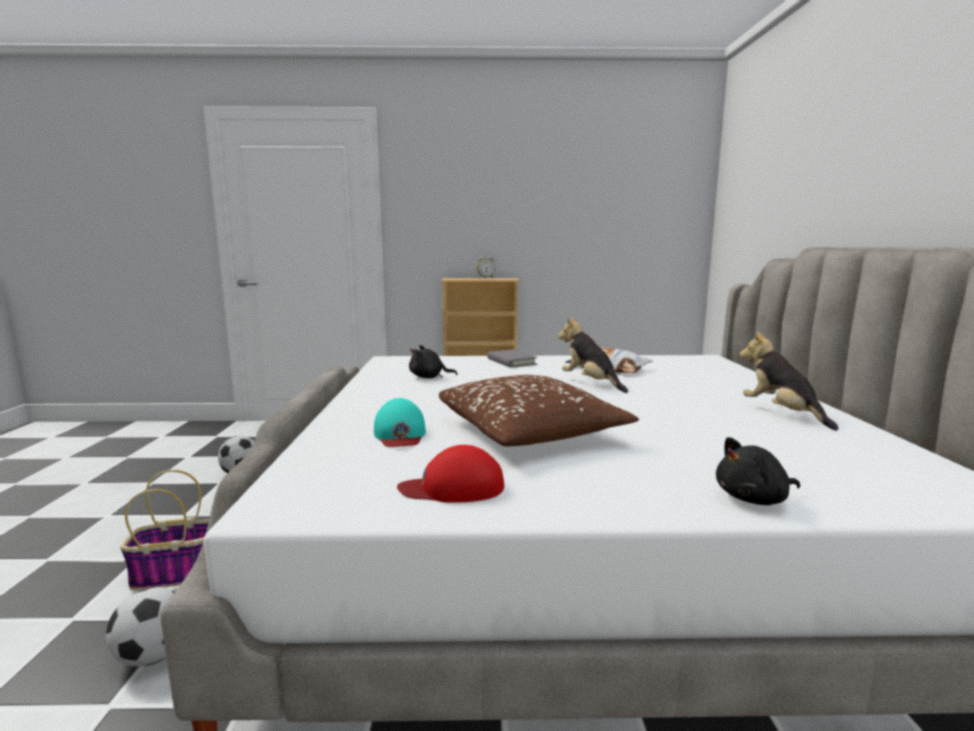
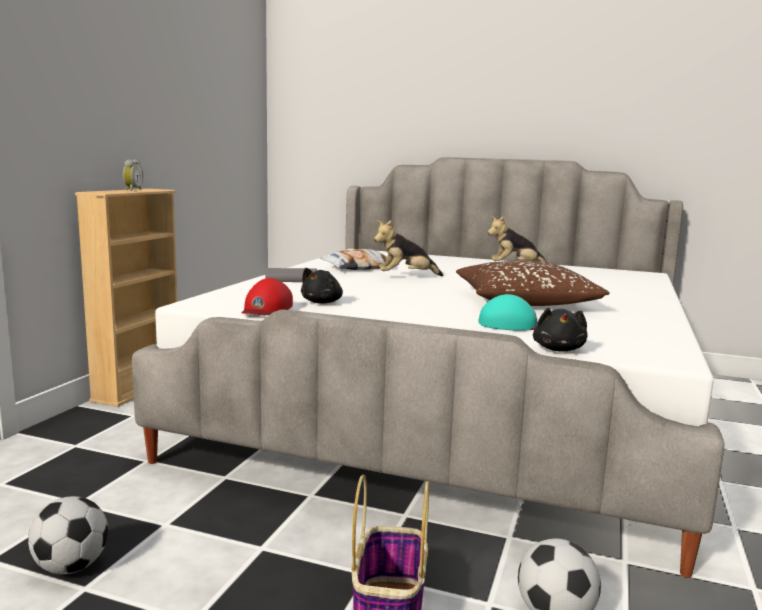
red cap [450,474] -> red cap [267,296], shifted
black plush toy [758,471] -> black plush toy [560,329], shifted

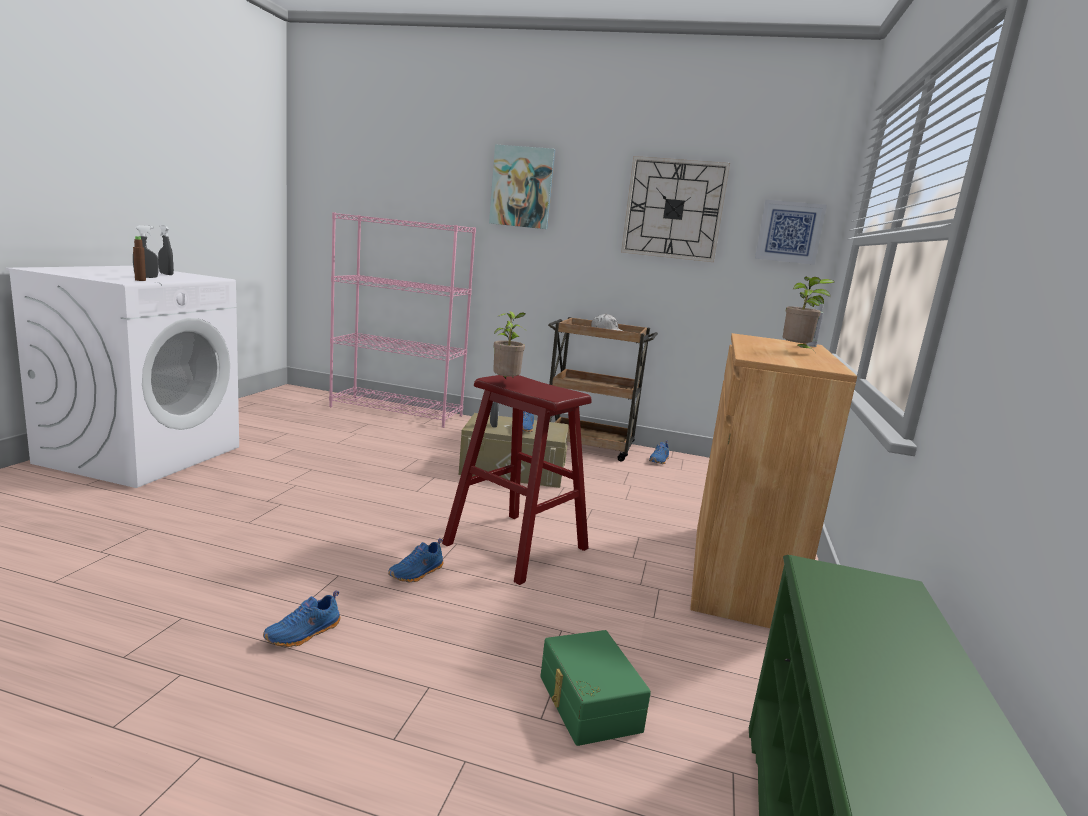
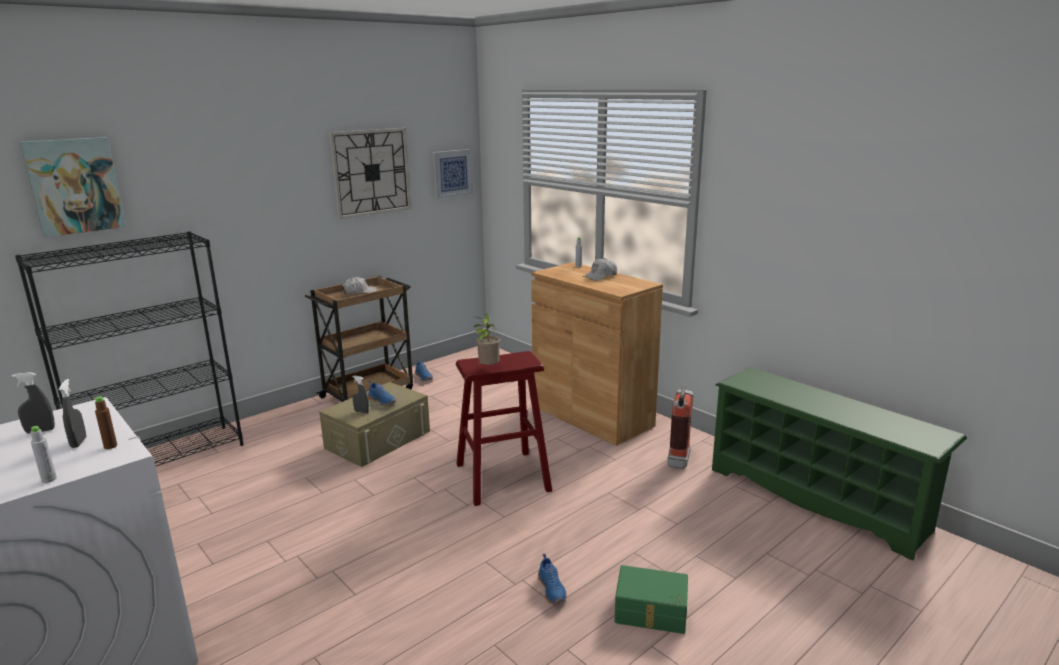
pink bookcase [402,320] -> black bookcase [129,348]
blue shoe [415,560] -> none
picture [522,186] -> picture [73,187], shifted
green storage box [595,688] -> green storage box [651,599], shifted
potted plant [809,314] -> white cap [600,269]
none -> grey bottle [43,454]
none -> fire extinguisher [680,427]

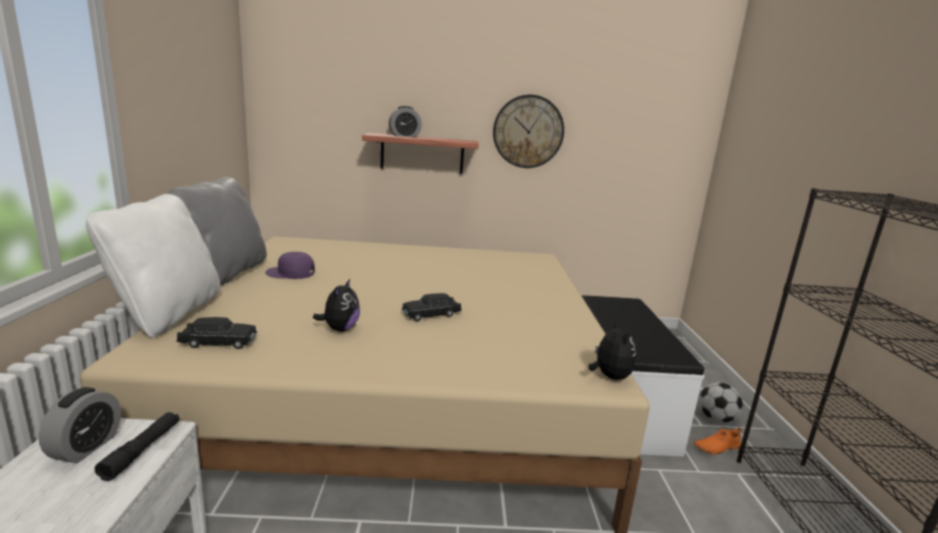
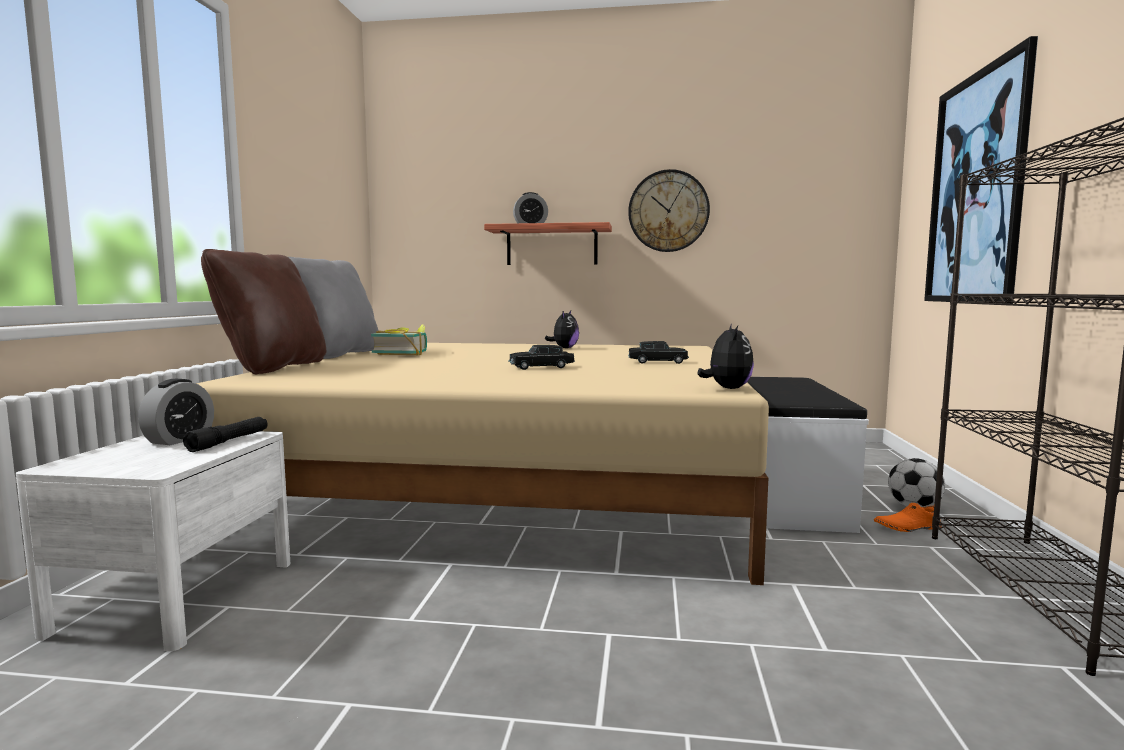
white pillow [153,266] -> brown pillow [264,312]
black toy car [217,333] -> black toy car [658,352], shifted
purple cap [290,265] -> book [399,340]
plush toy [336,305] -> plush toy [562,329], shifted
none -> picture [981,170]

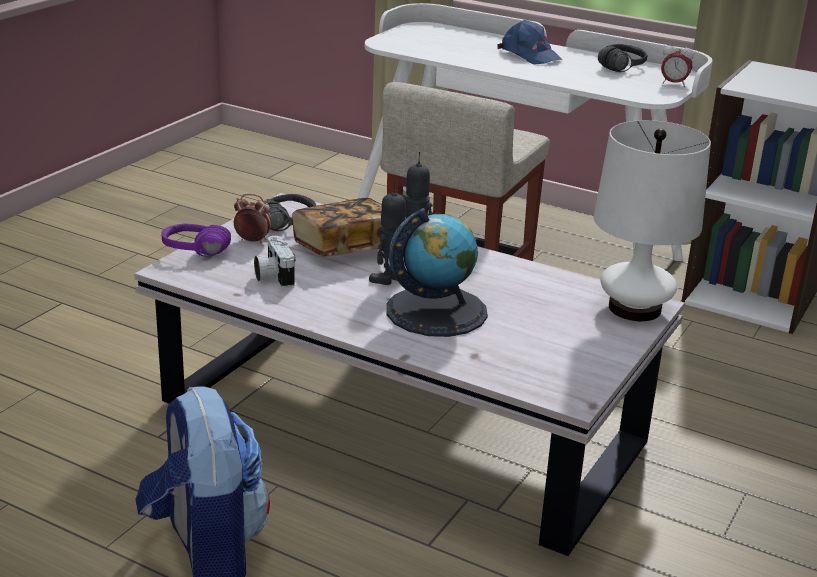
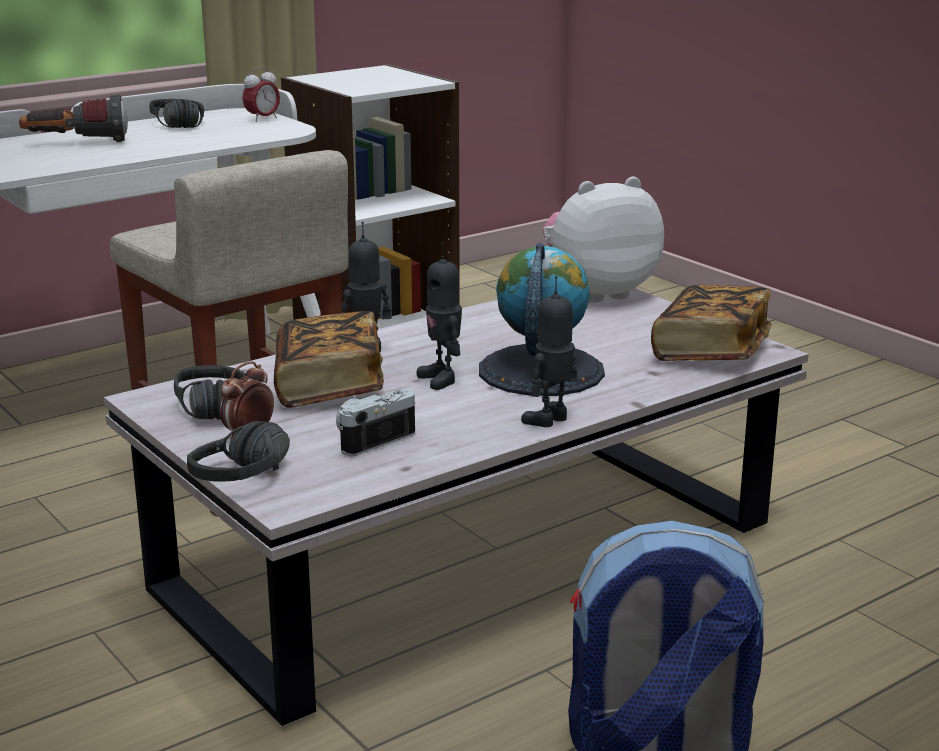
purple headphones [196,240] -> black headphones [238,451]
photo camera [274,262] -> photo camera [375,423], 135 degrees clockwise
blue cap [529,42] -> flashlight [73,118]
white table lamp [652,220] -> plush toy [603,239]
none -> toy robot [549,351]
none -> book [711,323]

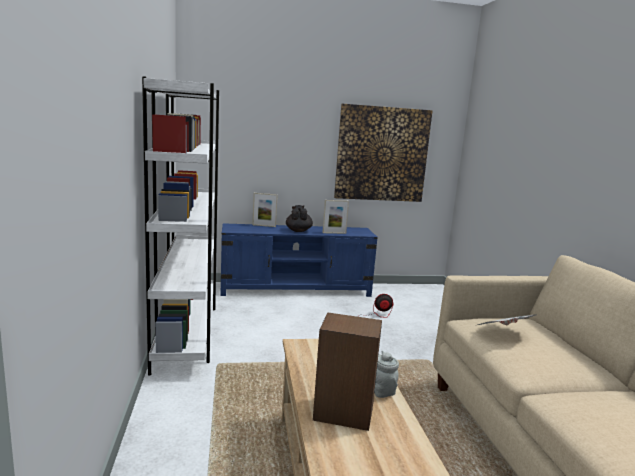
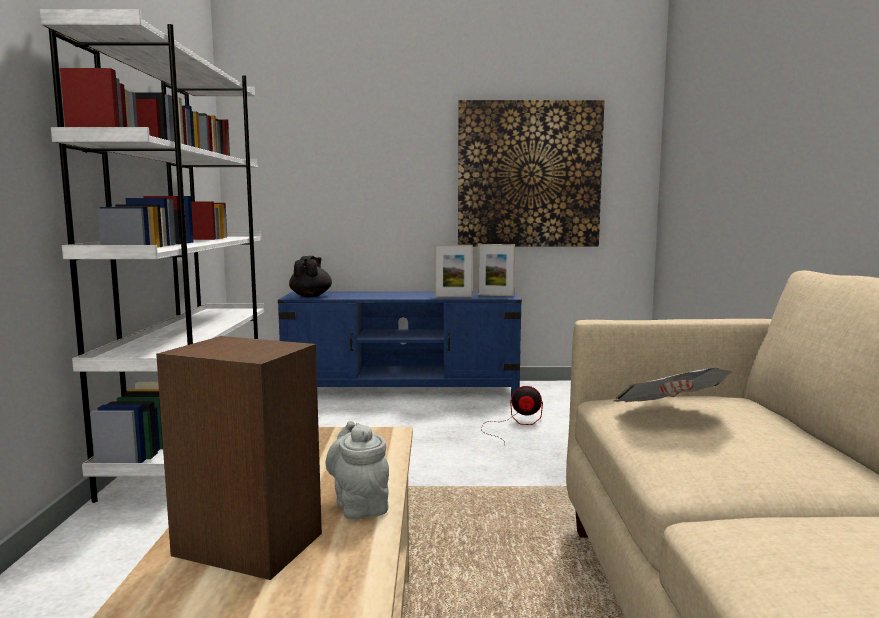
picture frame [265,210] -> picture frame [496,270], shifted
black teapot [299,218] -> black teapot [310,276], shifted

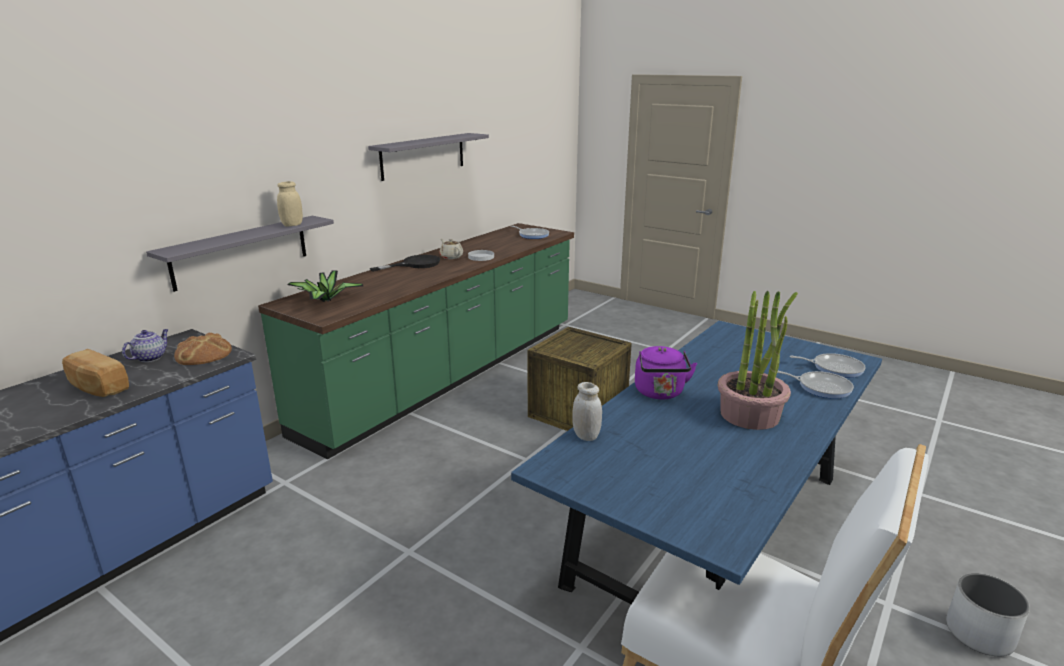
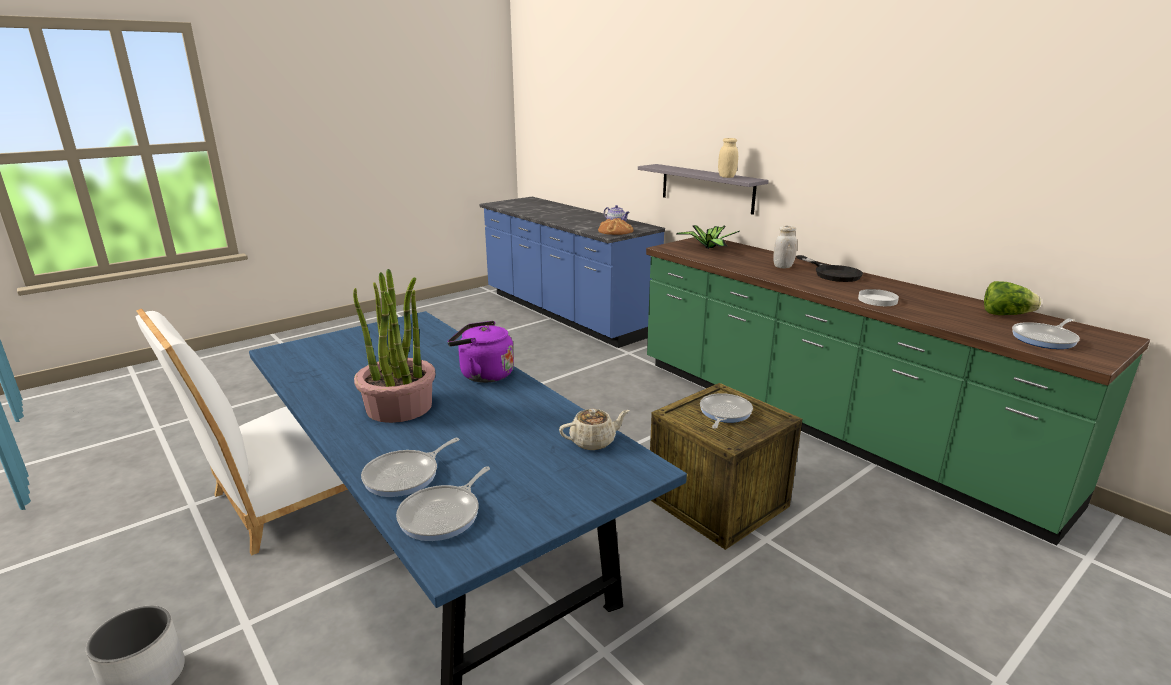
bread [95,373] -> none
grey shelf [428,157] -> none
beige teapot [451,249] -> beige teapot [594,429], shifted
white jar [587,411] -> white jar [785,247], shifted
none -> frying pan [726,411]
none -> lettuce [1012,298]

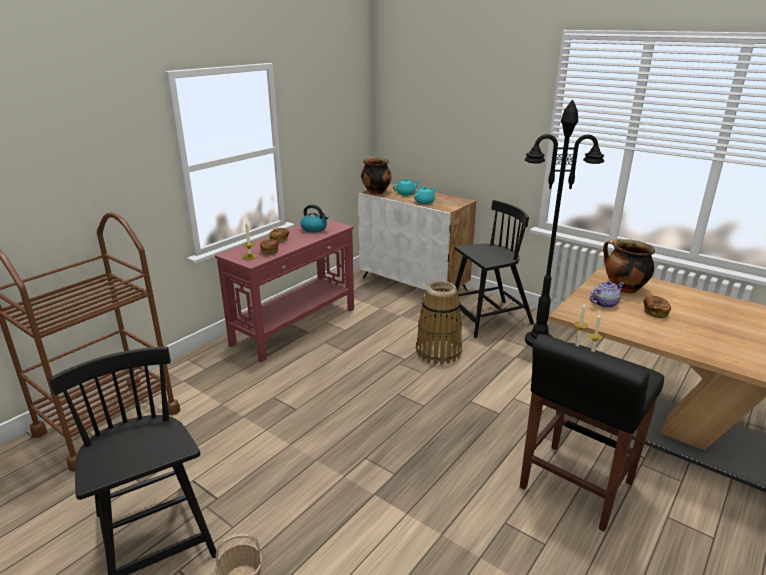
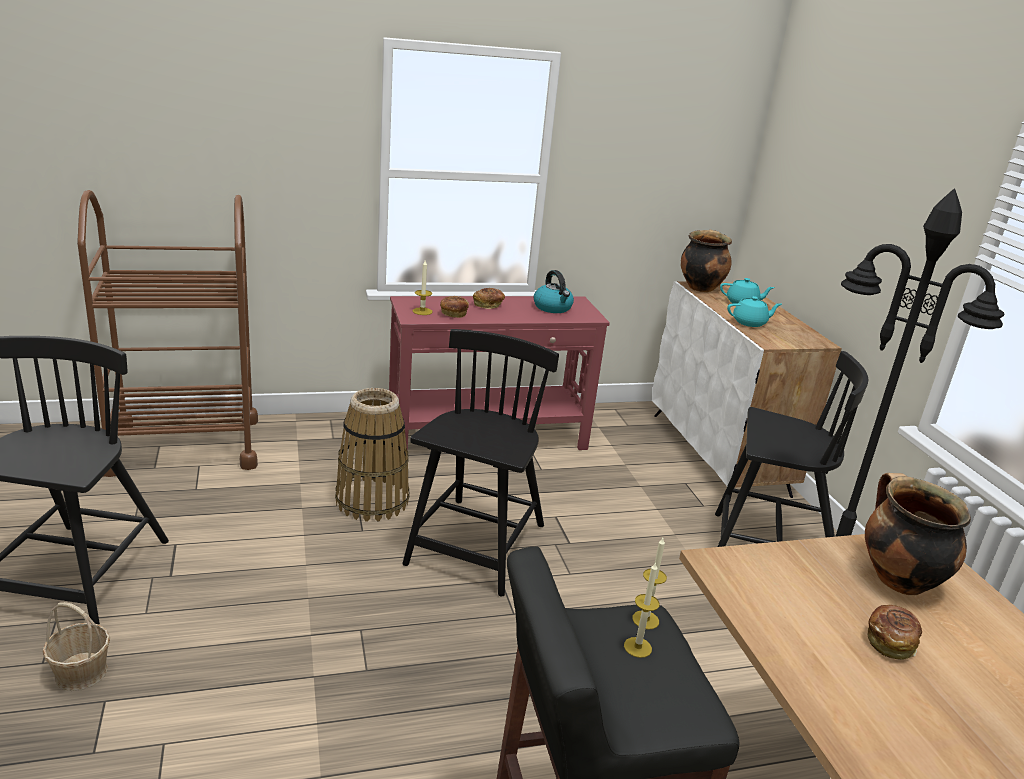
basket [439,323] -> basket [372,455], shifted
teapot [607,294] -> none
none -> black chair [480,463]

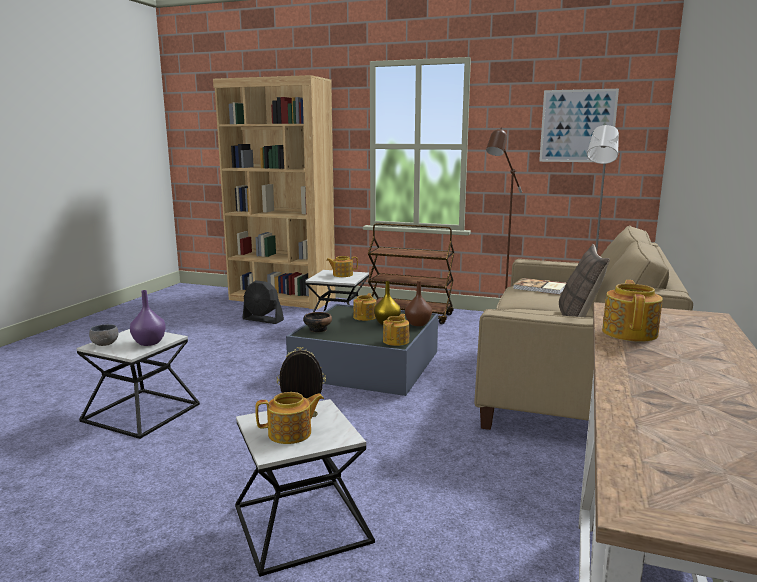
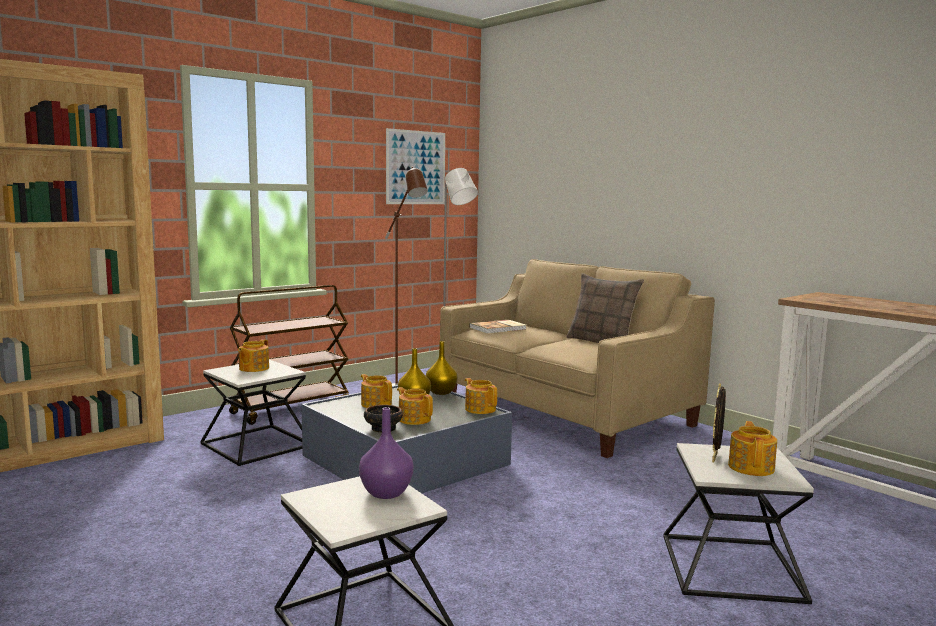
grey bowl [104,335] -> none
black fan [263,302] -> none
brown vase [418,303] -> yellow vase [442,368]
teapot [632,311] -> teapot [415,406], shifted

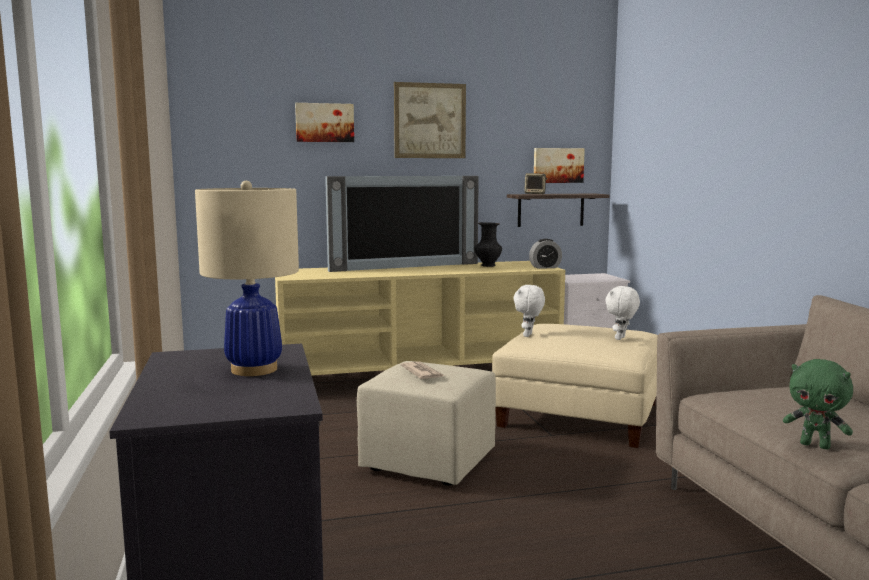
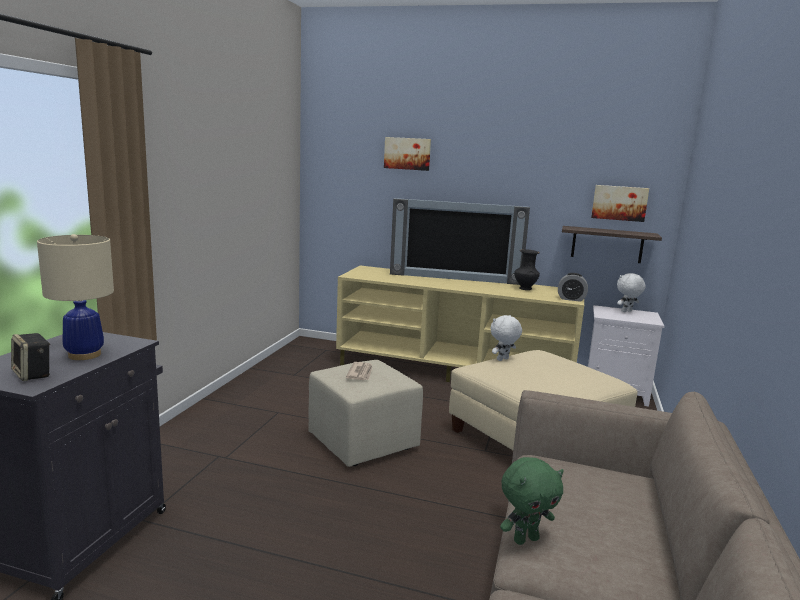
picture [430,120] -> none
speaker [536,183] -> speaker [30,357], shifted
white plush toy [622,313] -> white plush toy [631,292], shifted
green plush toy [818,404] -> green plush toy [532,501], 90 degrees counterclockwise

